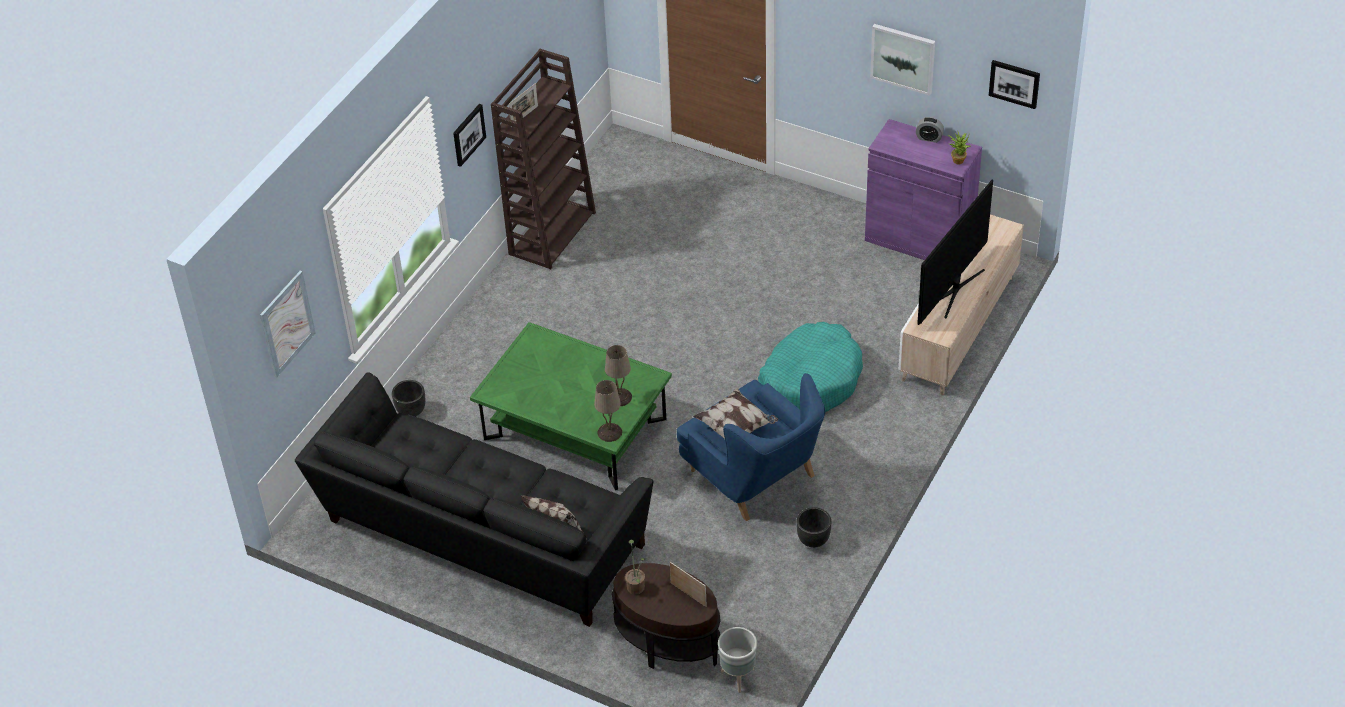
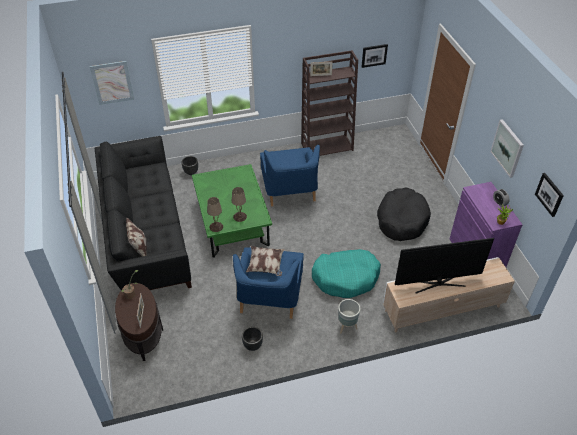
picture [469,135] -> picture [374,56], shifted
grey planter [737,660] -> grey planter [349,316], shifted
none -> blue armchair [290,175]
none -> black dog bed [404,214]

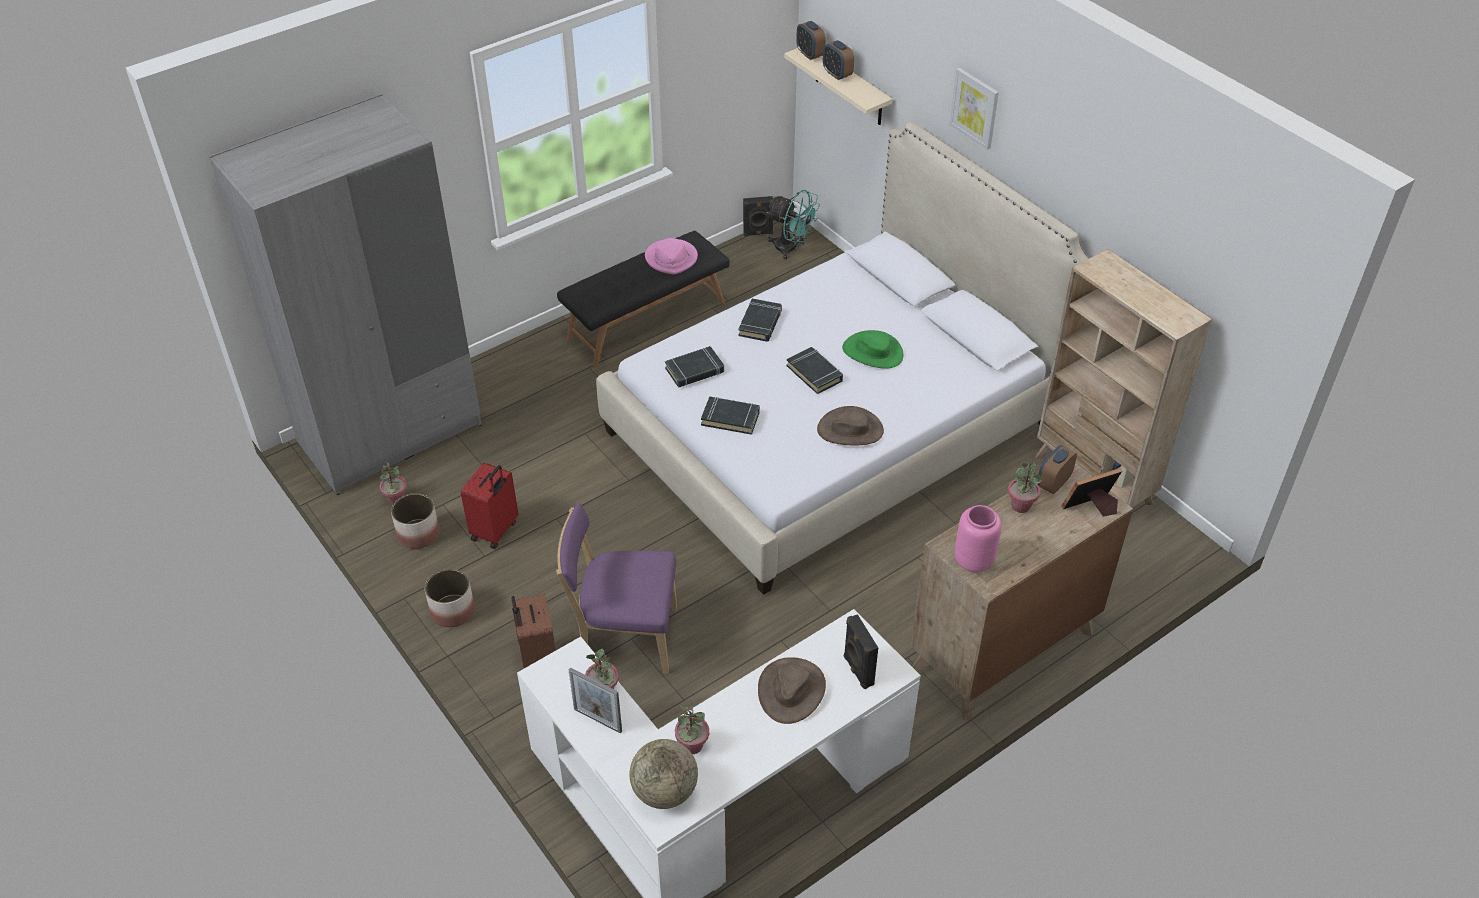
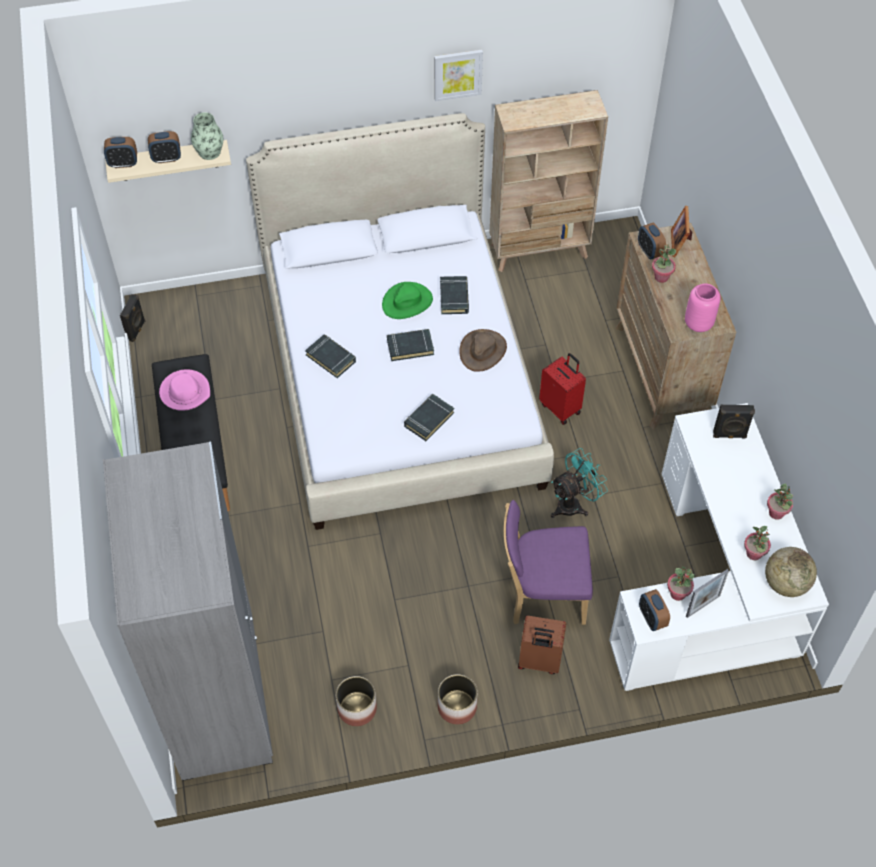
potted plant [392,482] -> potted plant [780,502], shifted
red suitcase [489,506] -> red suitcase [562,389], shifted
purple chair [616,589] -> purple chair [548,562], 60 degrees clockwise
black book [694,367] -> black book [454,295], shifted
brown hat [792,690] -> none
turquoise fan [793,225] -> turquoise fan [579,483], shifted
picture [974,109] -> picture [458,75], shifted
none -> vase [207,136]
none -> alarm clock [654,610]

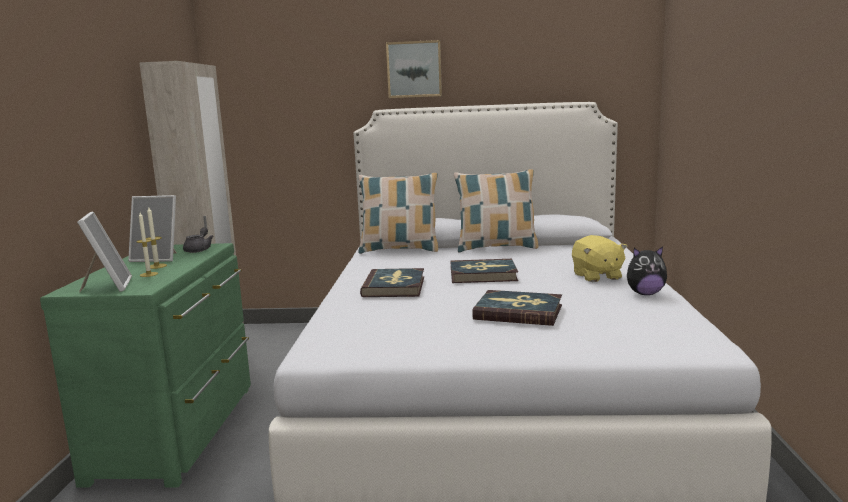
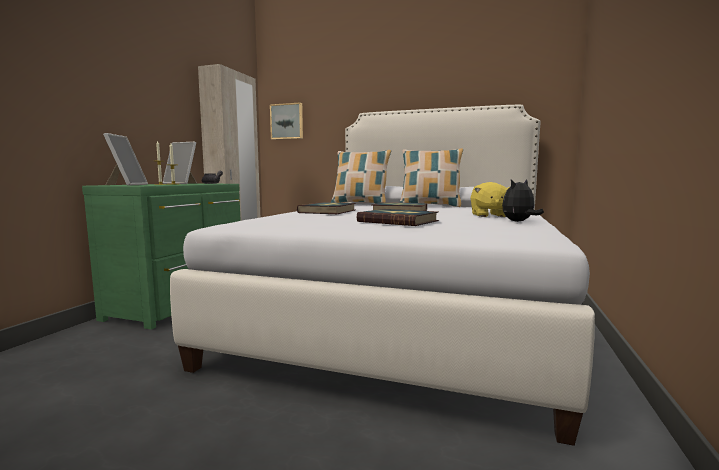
picture [414,69] -> picture [286,121], shifted
plush toy [647,271] -> plush toy [523,200], 135 degrees clockwise

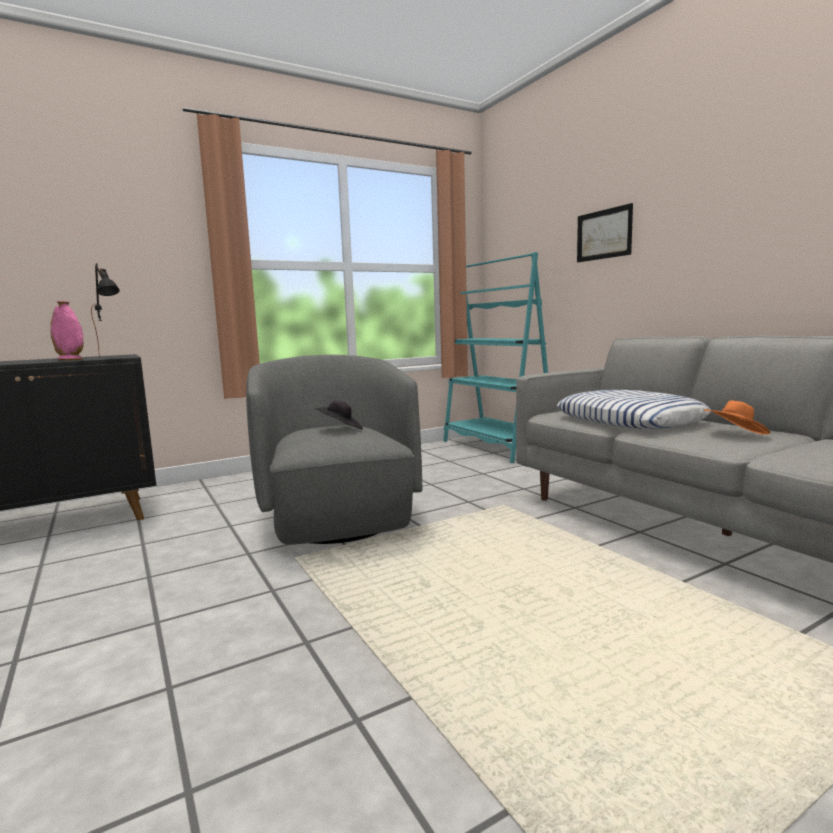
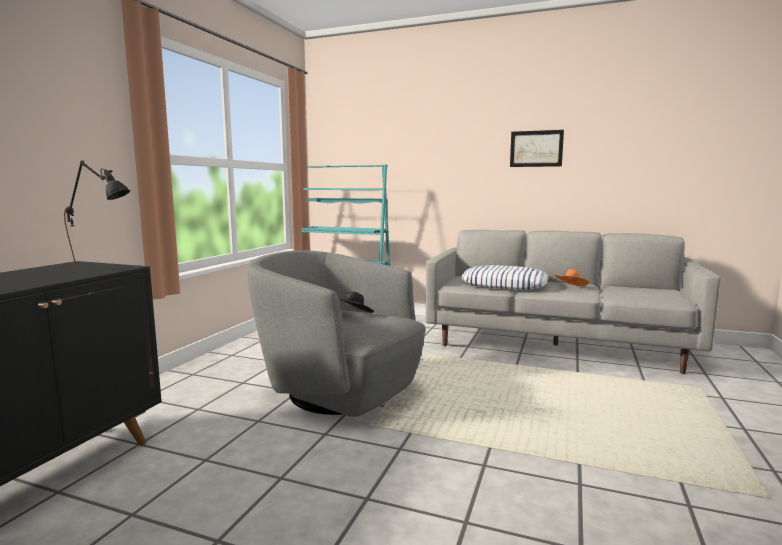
pink vase [67,330] -> none
picture [605,232] -> picture [537,148], shifted

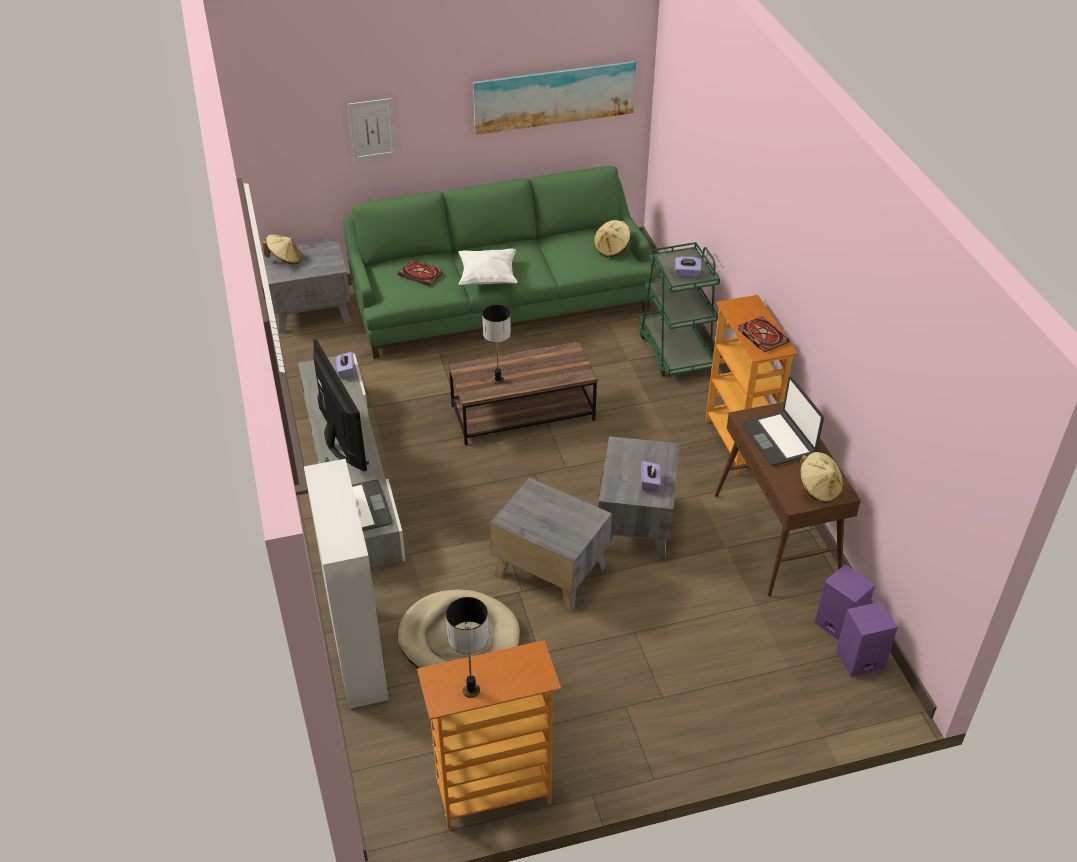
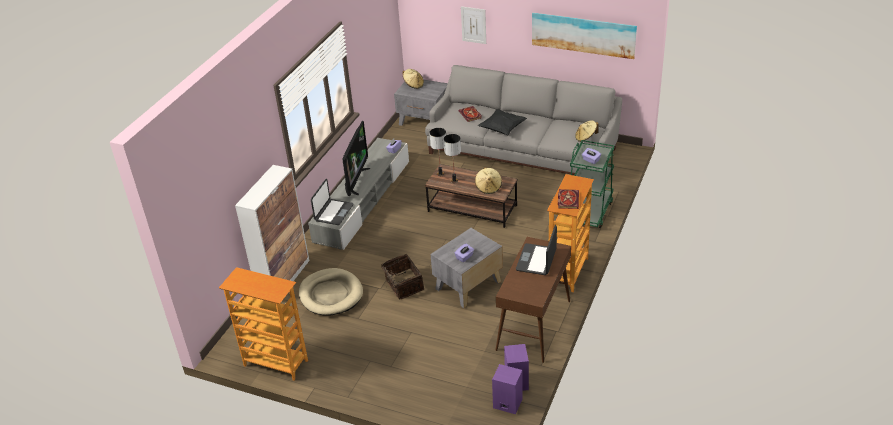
green sofa [499,262] -> grey sofa [523,120]
table lamp [467,647] -> table lamp [437,152], shifted
white pillow [488,267] -> black pillow [502,122]
grey side table [551,545] -> basket [403,277]
beige hat [821,477] -> beige hat [488,181], shifted

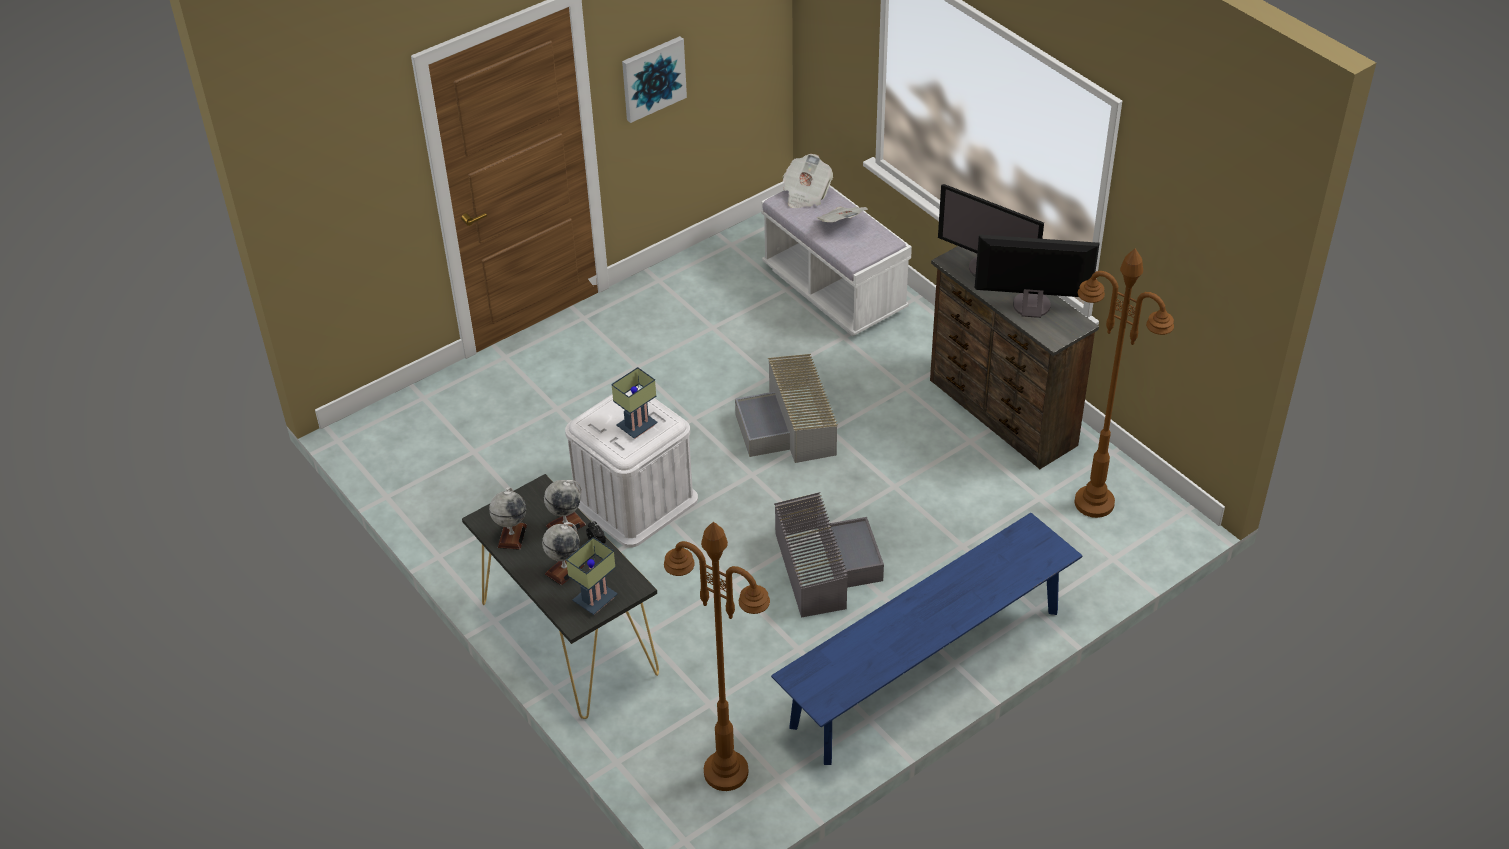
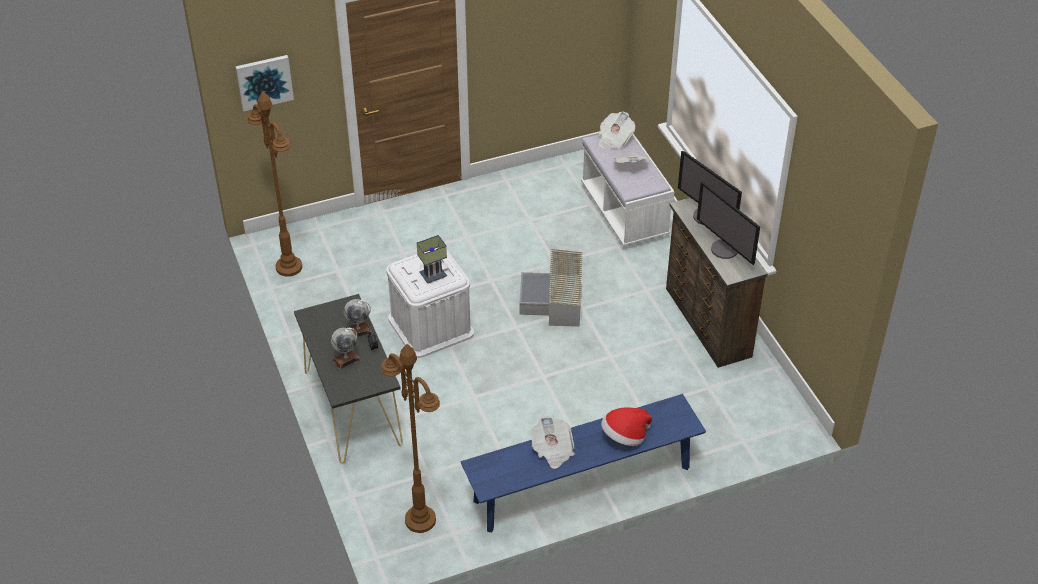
globe [508,518] -> none
table lamp [592,576] -> none
picture [654,79] -> picture [265,83], shifted
grey storage box [829,555] -> none
monitor [1037,276] -> monitor [728,224], 150 degrees counterclockwise
brown floor lamp [1124,383] -> brown floor lamp [275,184], shifted
none -> newspaper [553,442]
none -> hat [626,427]

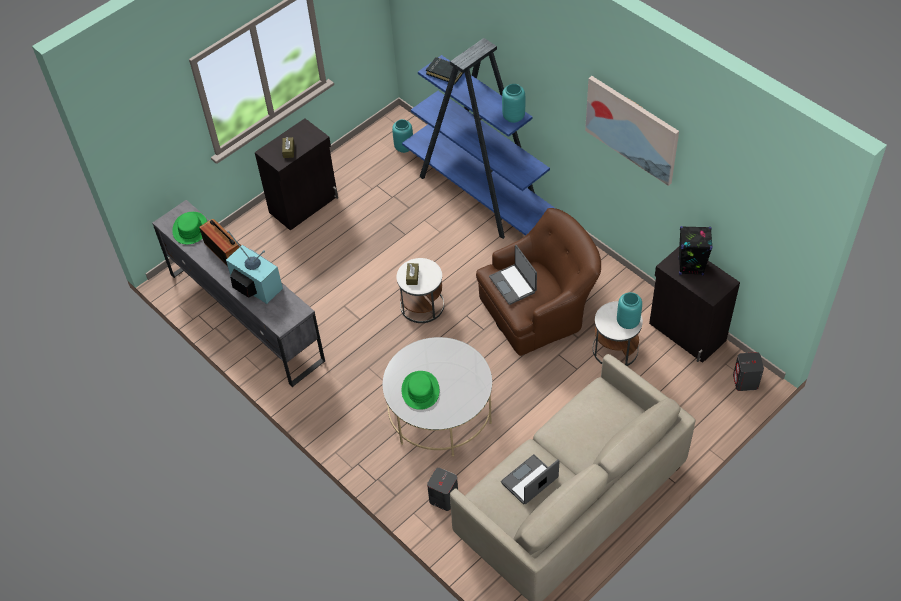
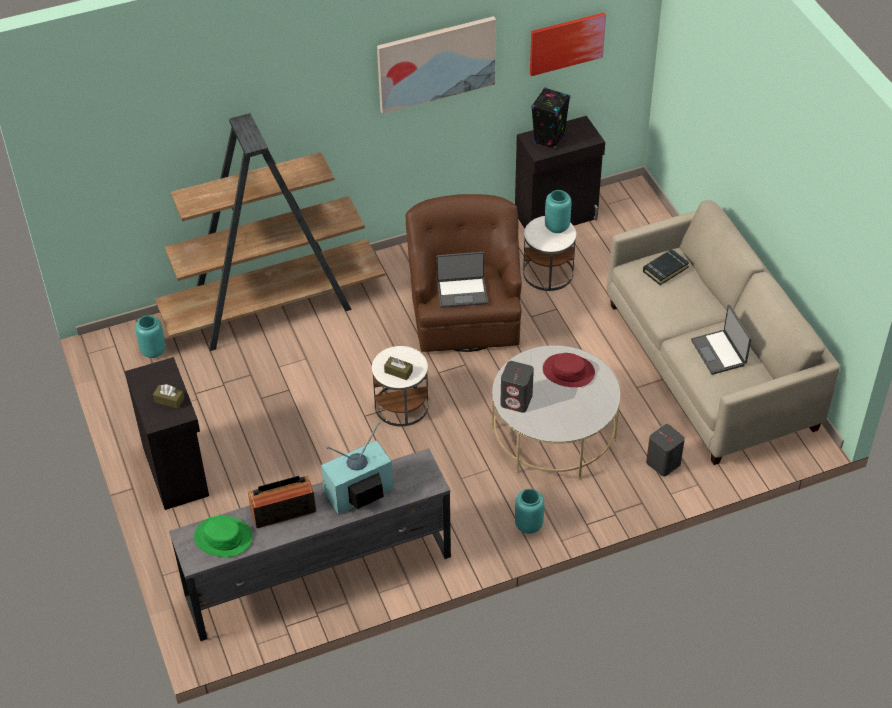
blue bookcase [478,138] -> brown bookcase [270,232]
green hat [420,390] -> none
black book [445,70] -> black book [666,267], shifted
turquoise vase [513,103] -> turquoise vase [529,511], shifted
grey speaker [748,371] -> grey speaker [517,387], shifted
none -> picture [568,44]
none -> red hat [569,370]

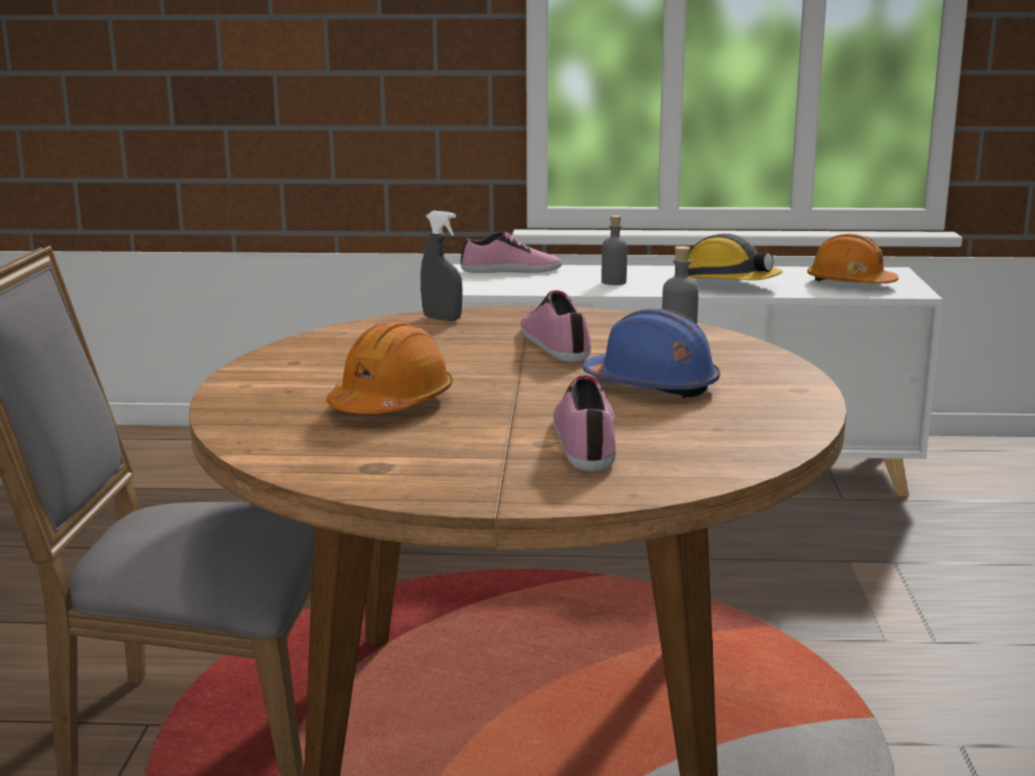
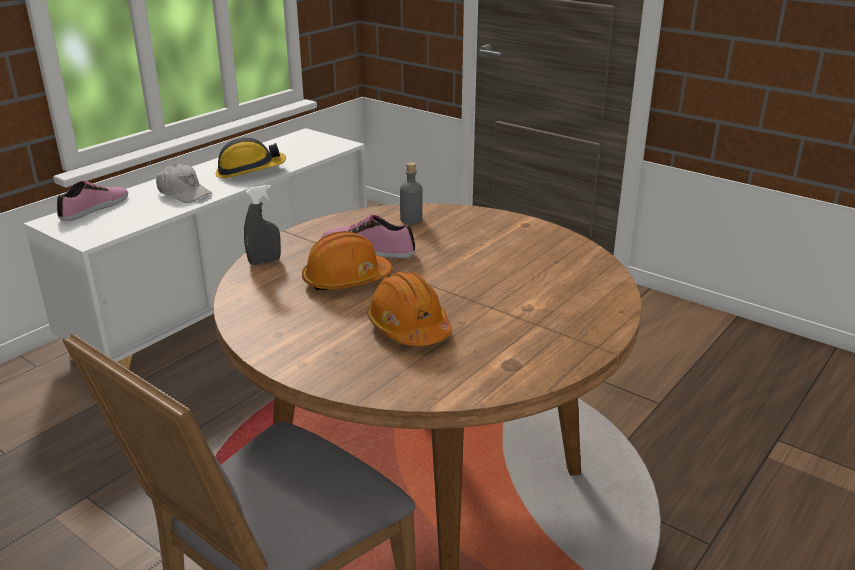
shoe [584,423] -> none
blue hard hat [651,353] -> none
grey bottle [614,250] -> white cap [184,183]
orange hard hat [853,259] -> orange hard hat [347,261], shifted

